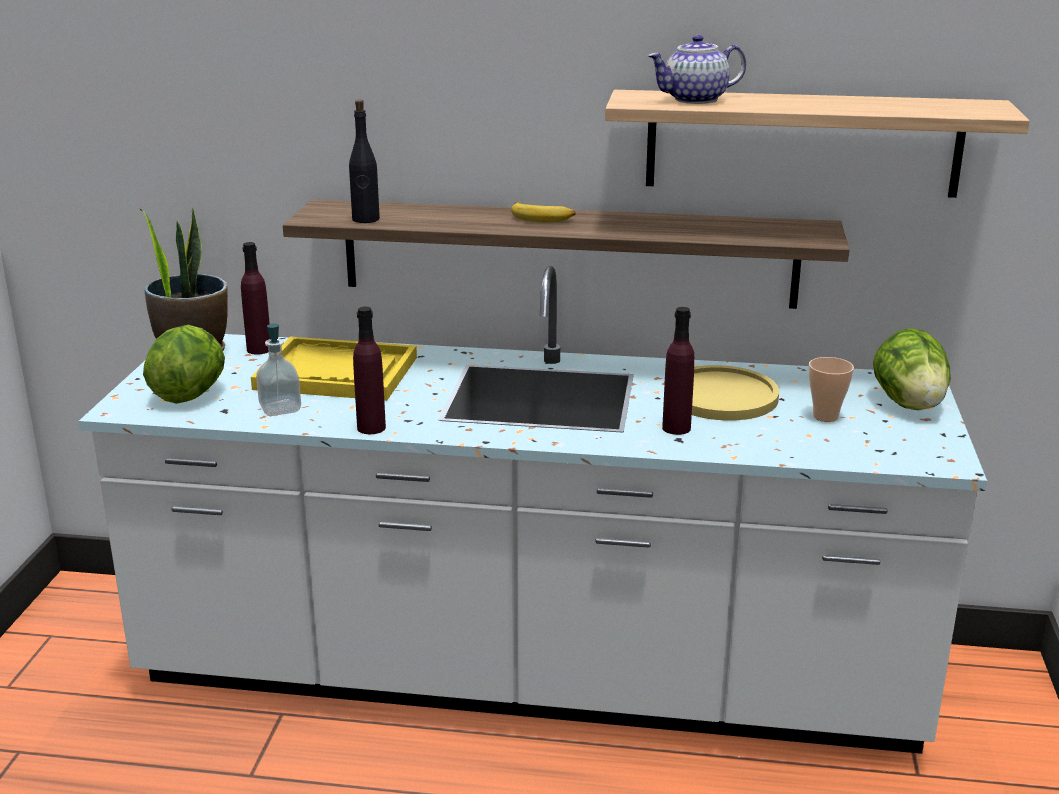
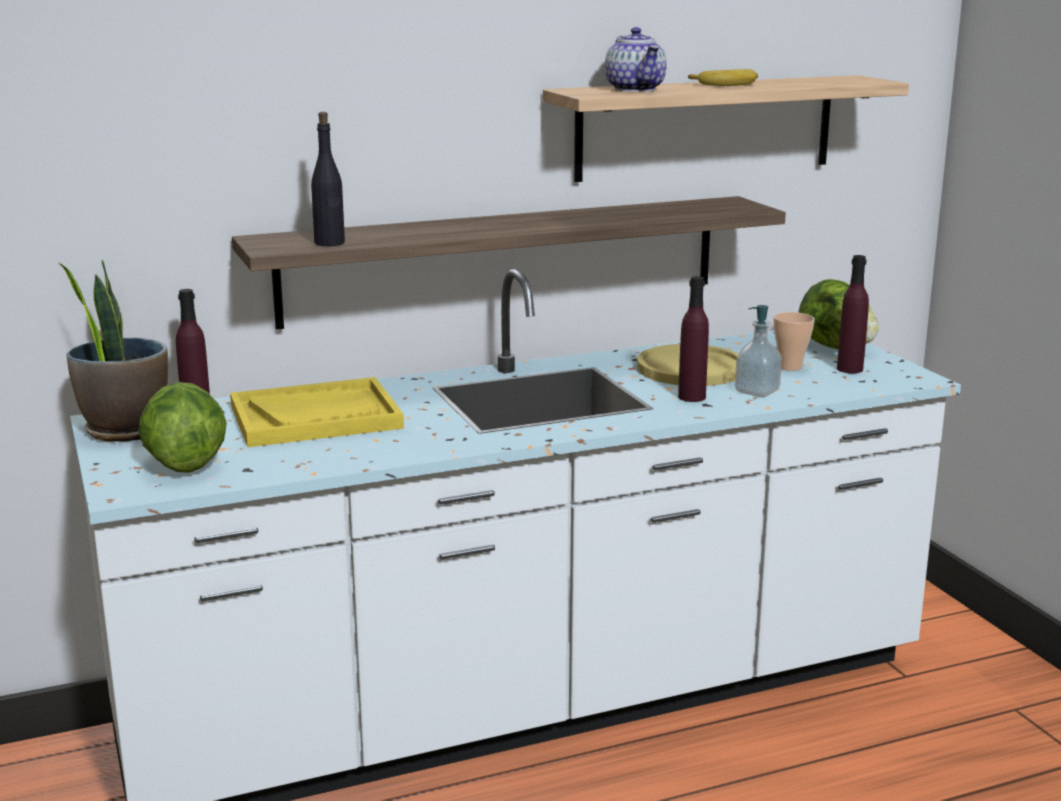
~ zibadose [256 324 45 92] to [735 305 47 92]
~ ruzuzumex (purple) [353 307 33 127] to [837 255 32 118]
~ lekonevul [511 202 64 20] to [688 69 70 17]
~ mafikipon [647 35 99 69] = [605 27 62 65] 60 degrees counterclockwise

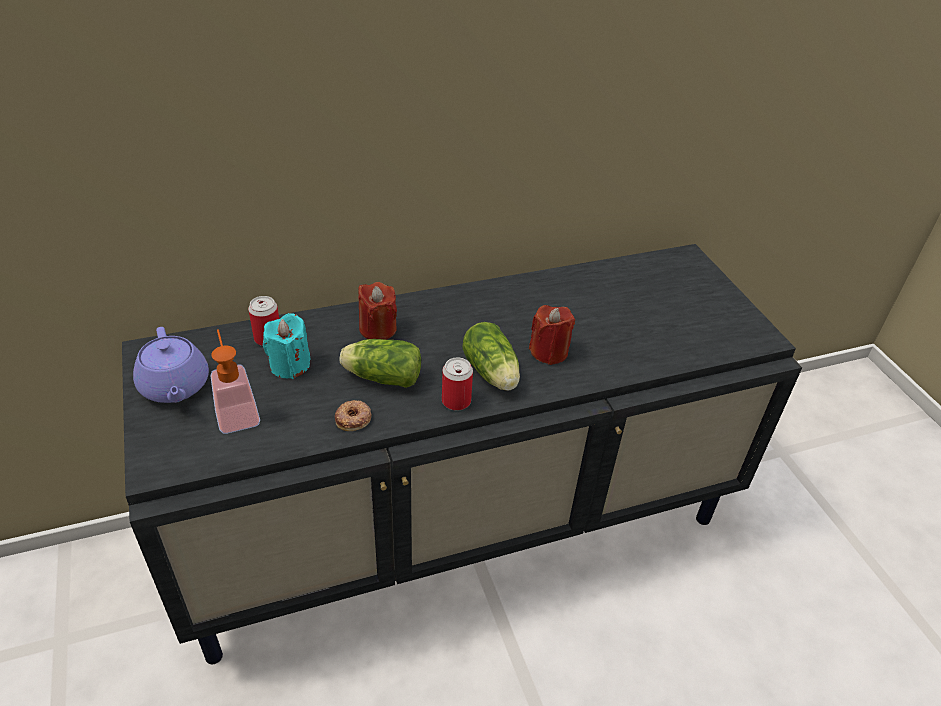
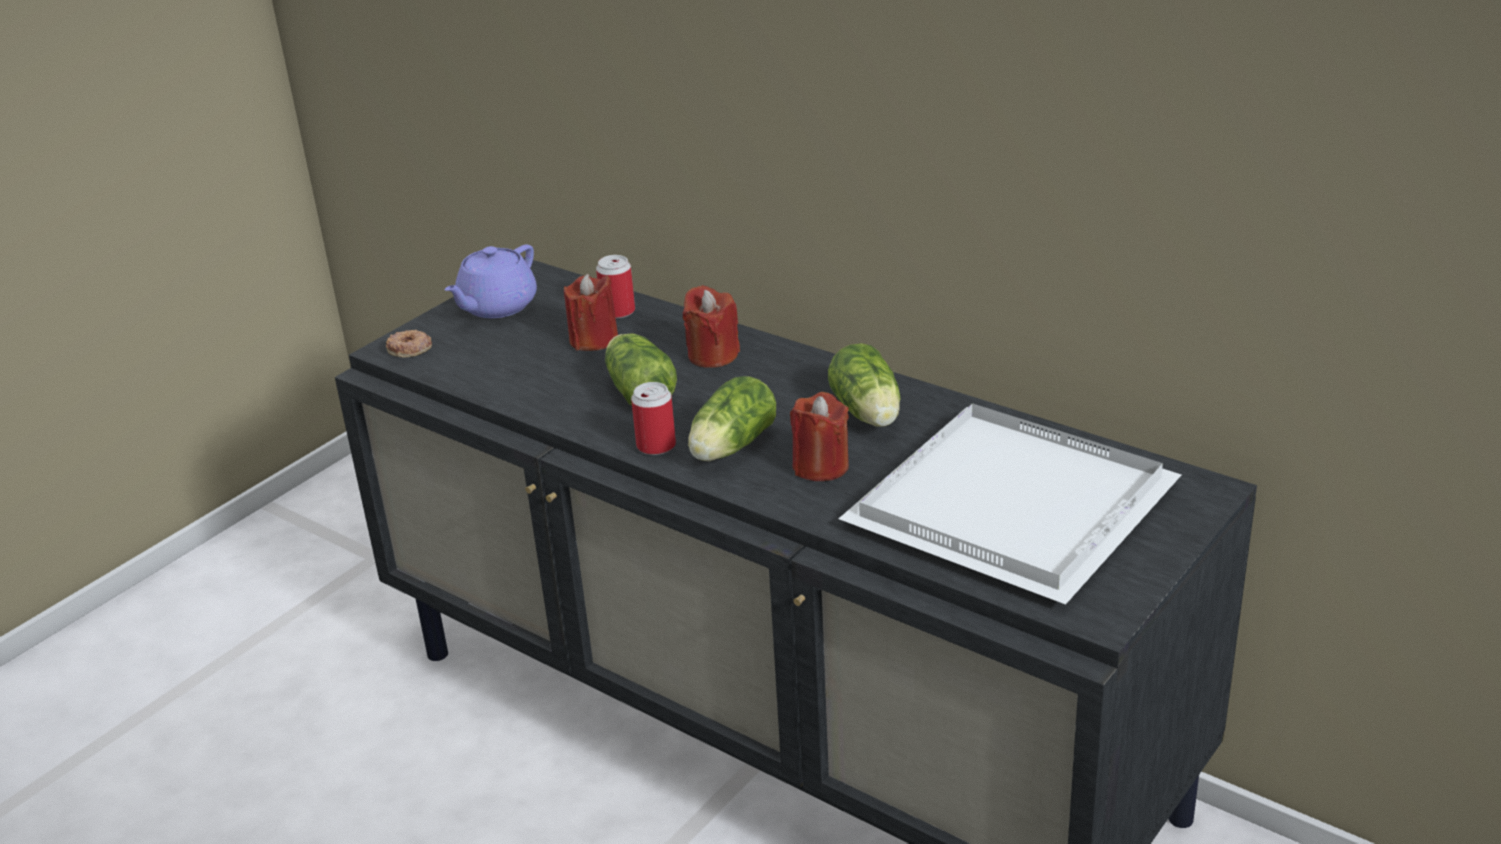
- zibadose [211 329 49 105]
+ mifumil [828 343 73 84]
+ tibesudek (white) [839 403 343 202]
~ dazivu [335 400 36 31] to [386 330 46 27]
~ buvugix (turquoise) [263 313 48 66] to buvugix (red) [564 273 54 78]

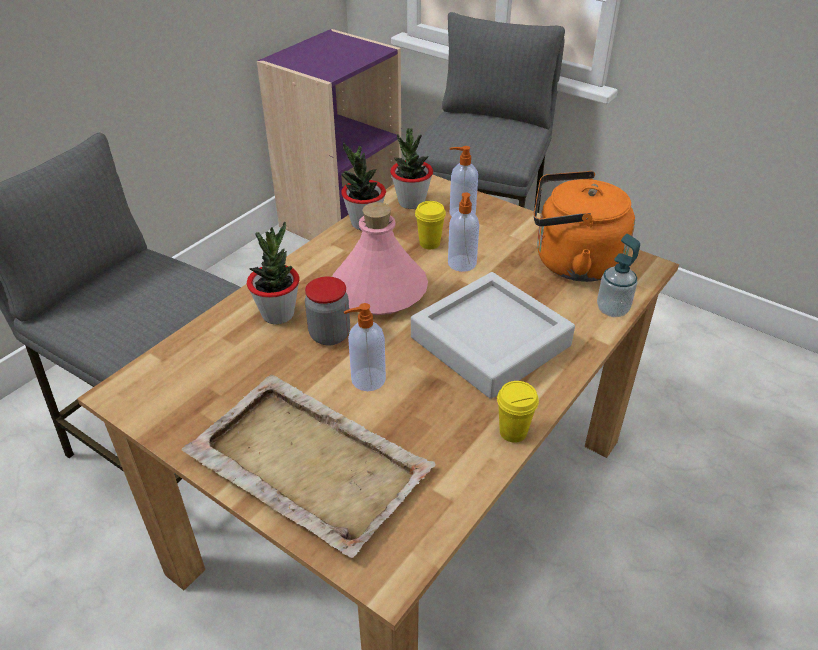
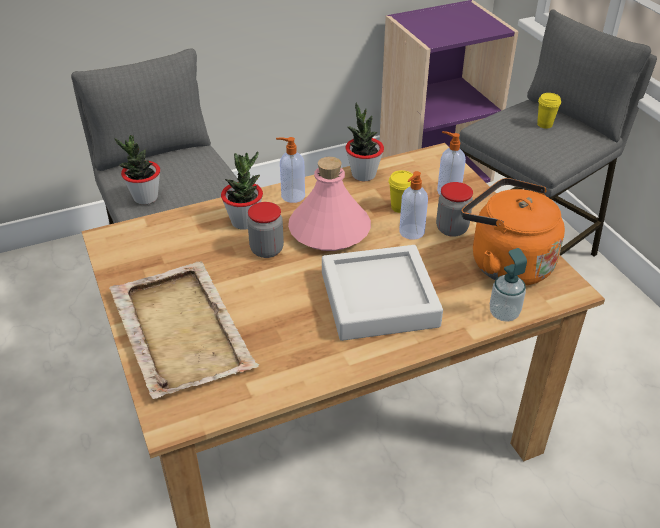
+ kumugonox [436 182 37 55]
~ zibadose [344 303 42 88] to [276 137 29 66]
~ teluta [390 128 43 81] to [115 135 45 70]
~ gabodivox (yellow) [497 381 42 62] to [537 93 24 36]

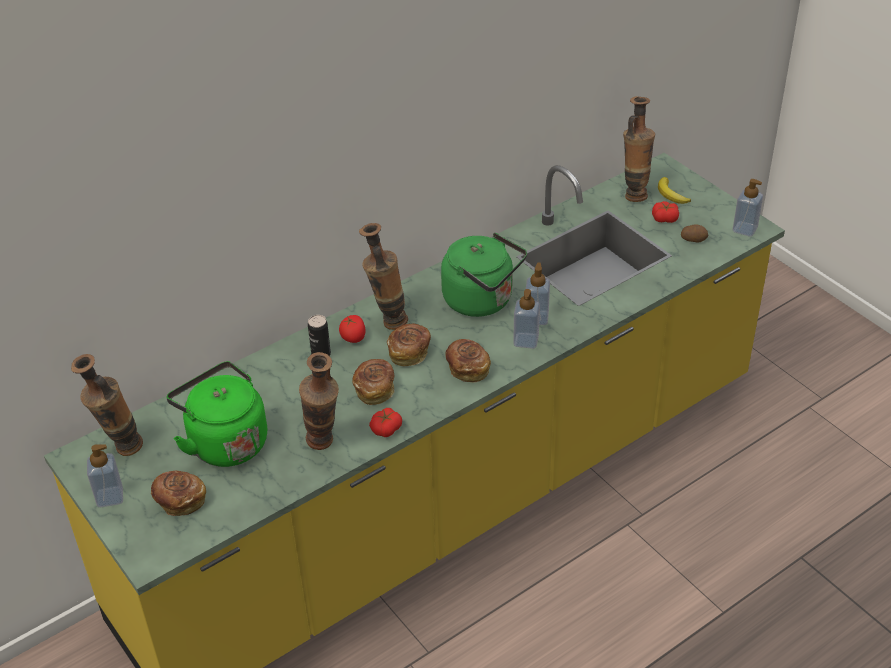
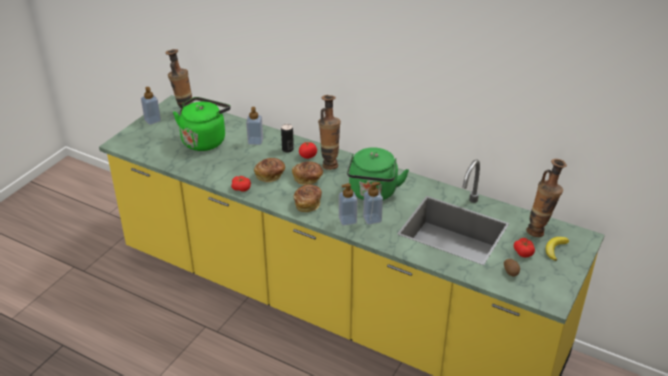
- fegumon [151 471 55 45]
- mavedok [299 352 40 98]
~ zibadose [733 179 30 58] to [246 107 17 38]

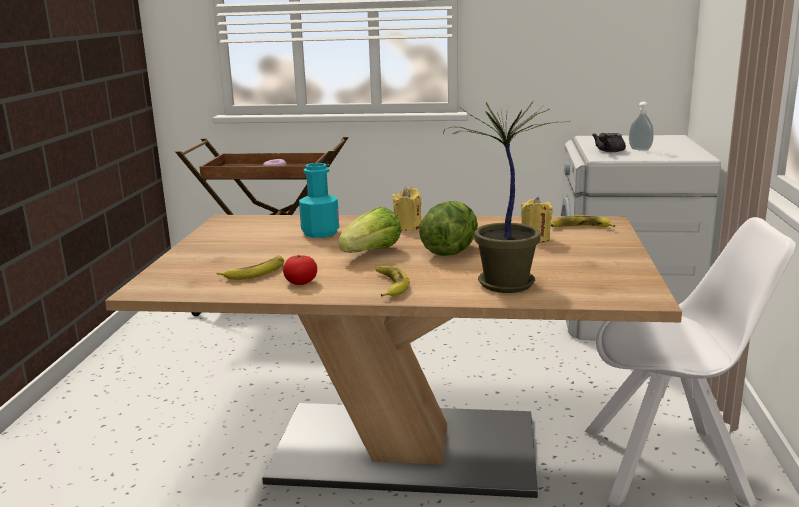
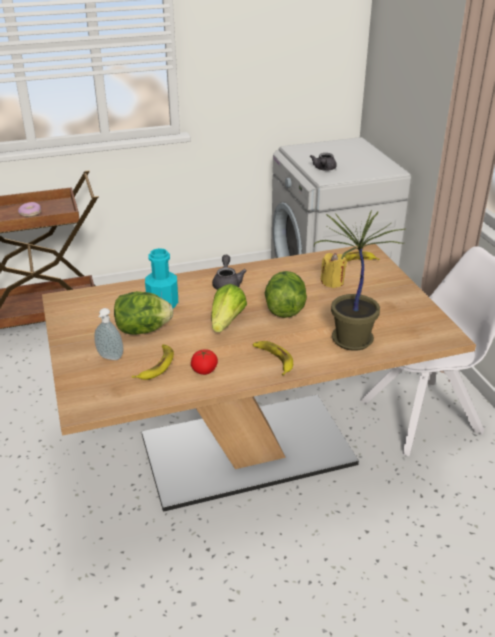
+ mifumil [114 291 59 44]
~ zibadose [629 102 25 49] to [94 308 30 52]
~ buvugix (yellow) [393 187 28 44] to mafikipon (grey) [212 255 35 35]

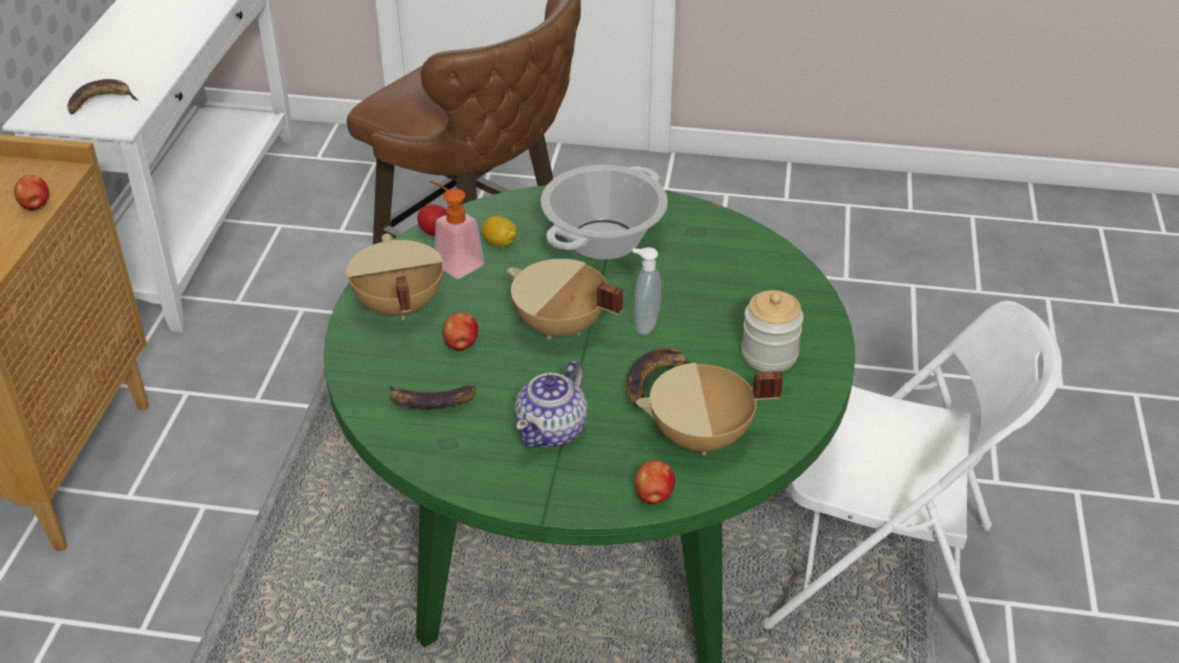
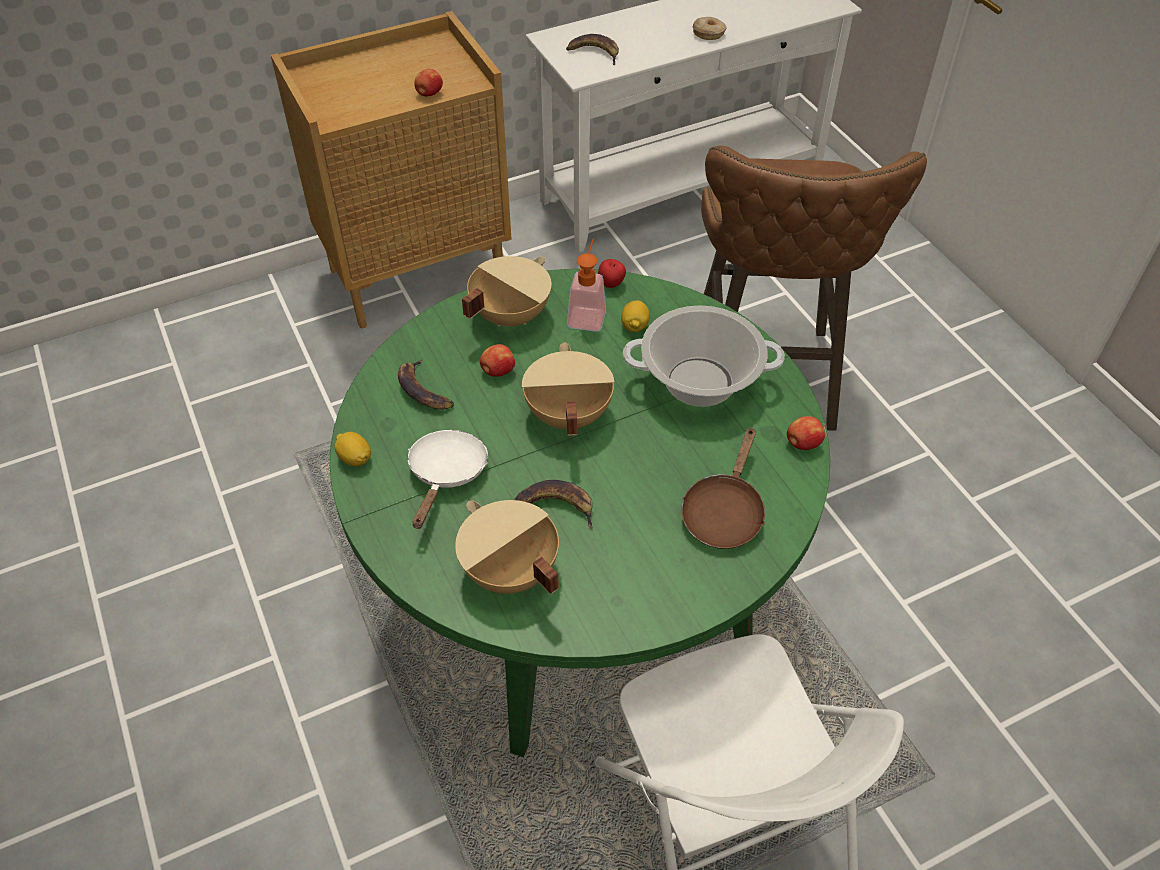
- zibadose [632 247 29 88]
- kumugonox [741 290 63 82]
+ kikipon [334 432 37 34]
+ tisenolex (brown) [681 427 84 122]
+ dazivu [693 17 34 23]
~ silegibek [635 460 40 44] to [787 416 38 34]
~ mafikipon [514 361 74 87] to tisenolex (white) [408 430 80 99]

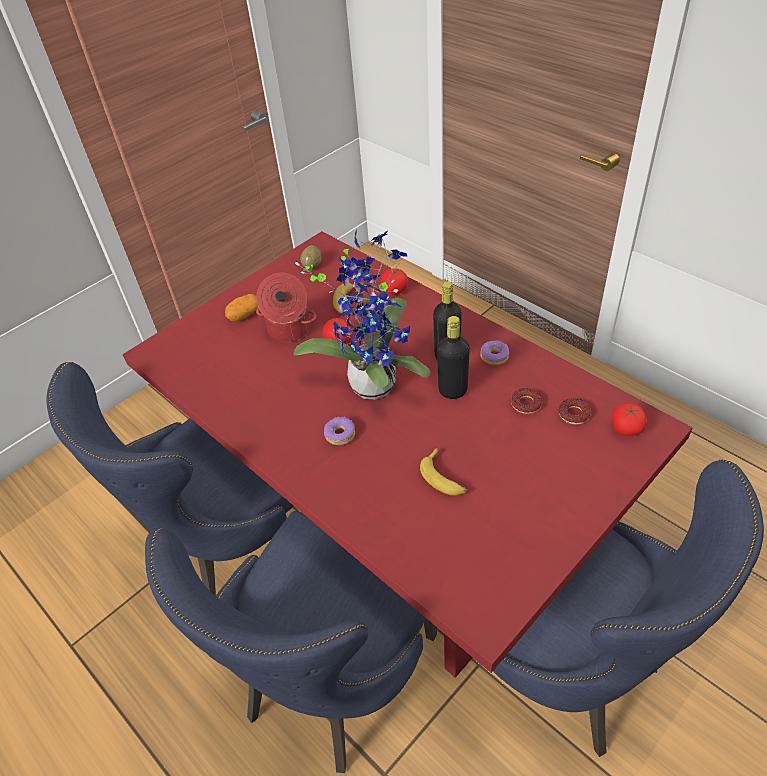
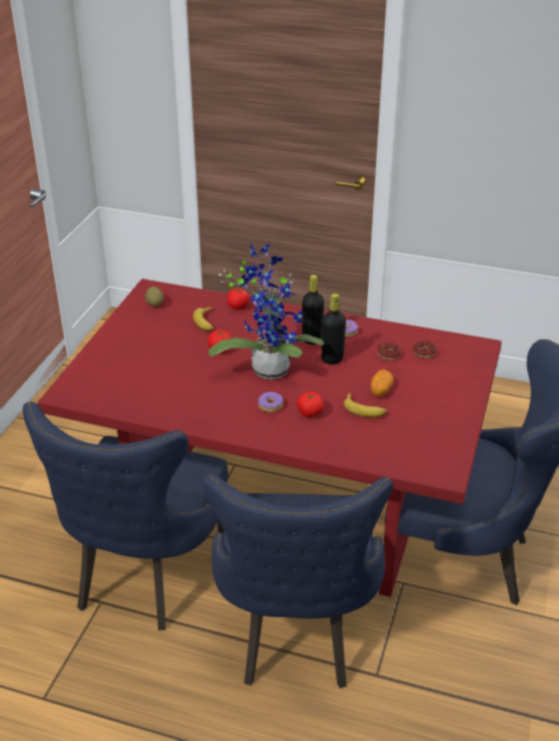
- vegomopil [256 273 61 69]
~ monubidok [225 294 33 27] to [371 369 22 27]
~ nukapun [612 403 34 33] to [297 392 27 25]

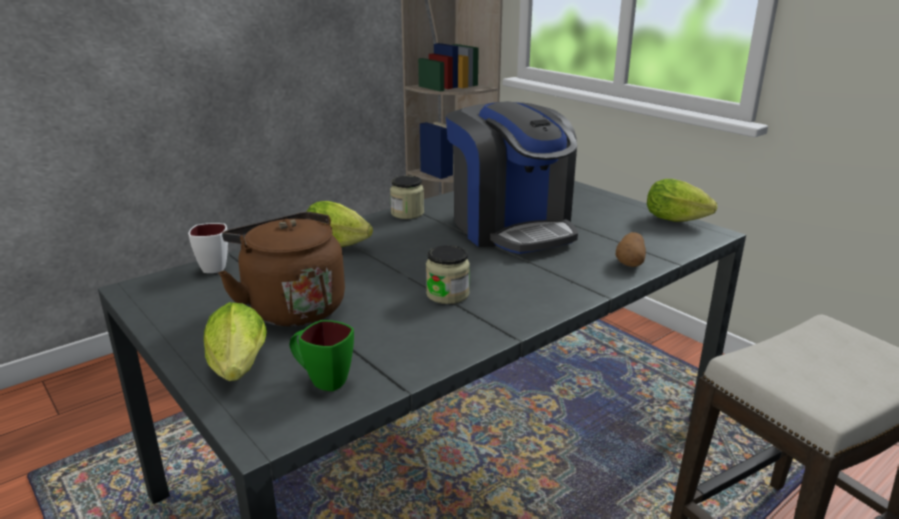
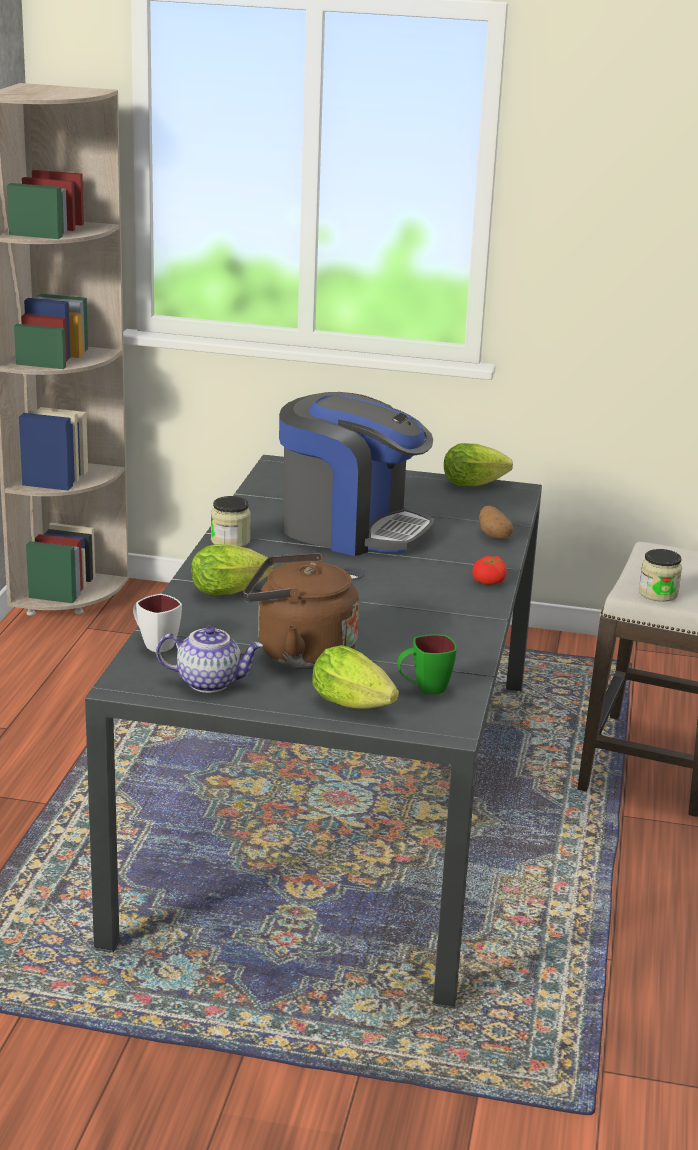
+ mafikipon [156 626 107 67]
+ nukapun [472 556 35 29]
~ kumugonox [426 245 44 59] to [639 549 43 53]

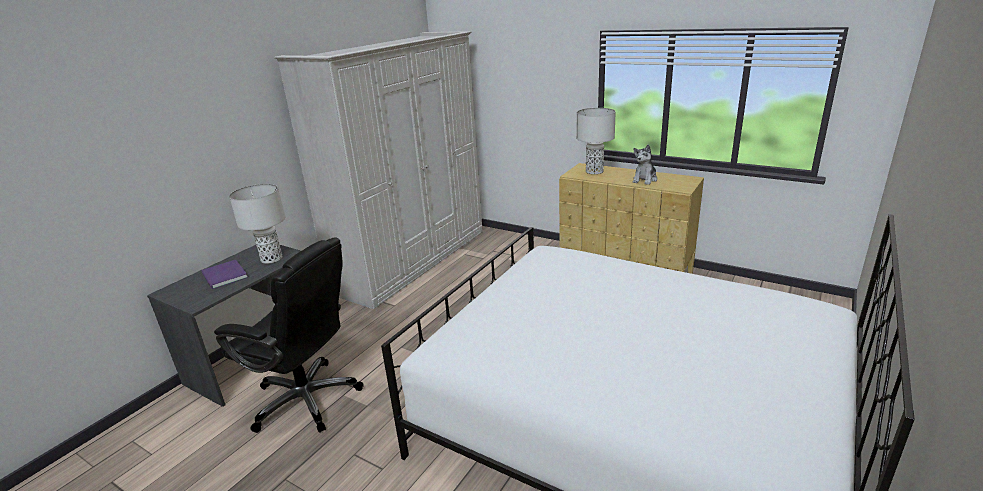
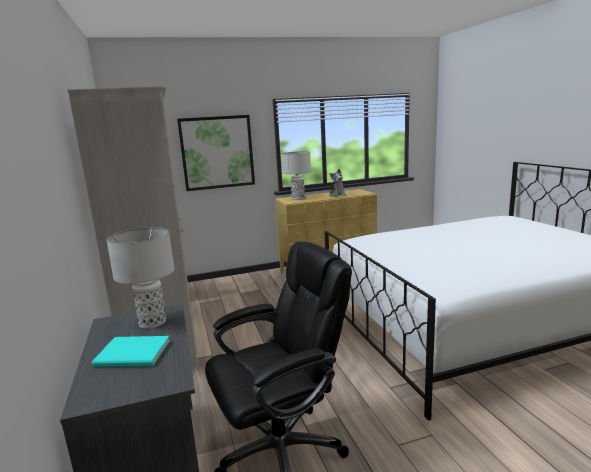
+ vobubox [177 115 78 76]
~ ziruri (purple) [202 260 46 29] to ziruri (turquoise) [92 336 78 31]

